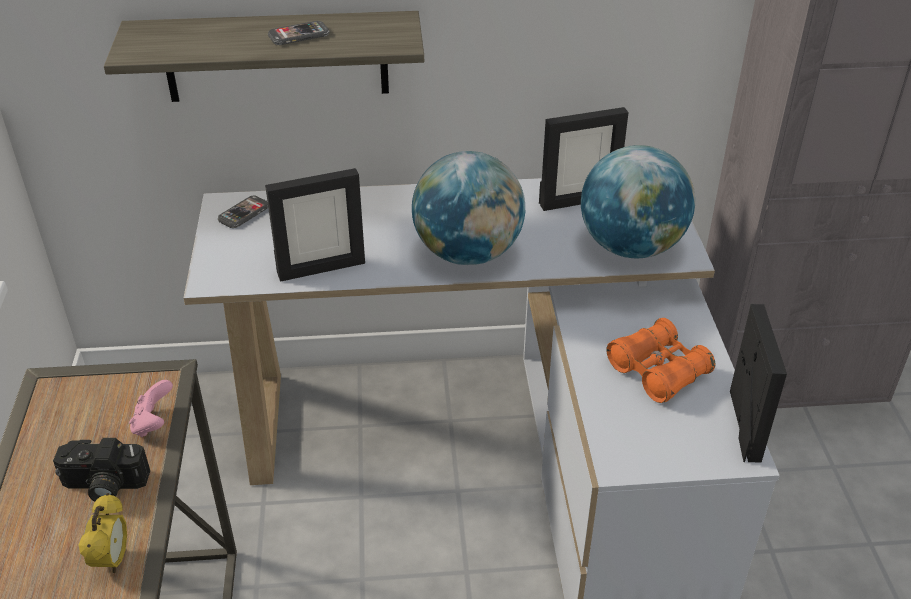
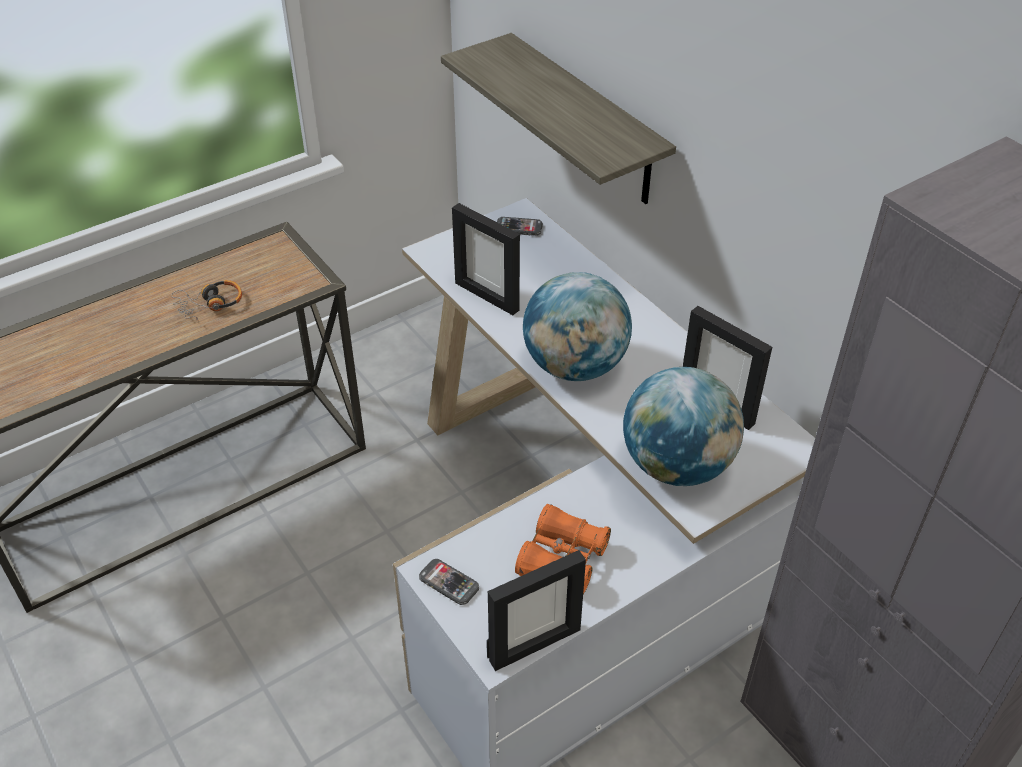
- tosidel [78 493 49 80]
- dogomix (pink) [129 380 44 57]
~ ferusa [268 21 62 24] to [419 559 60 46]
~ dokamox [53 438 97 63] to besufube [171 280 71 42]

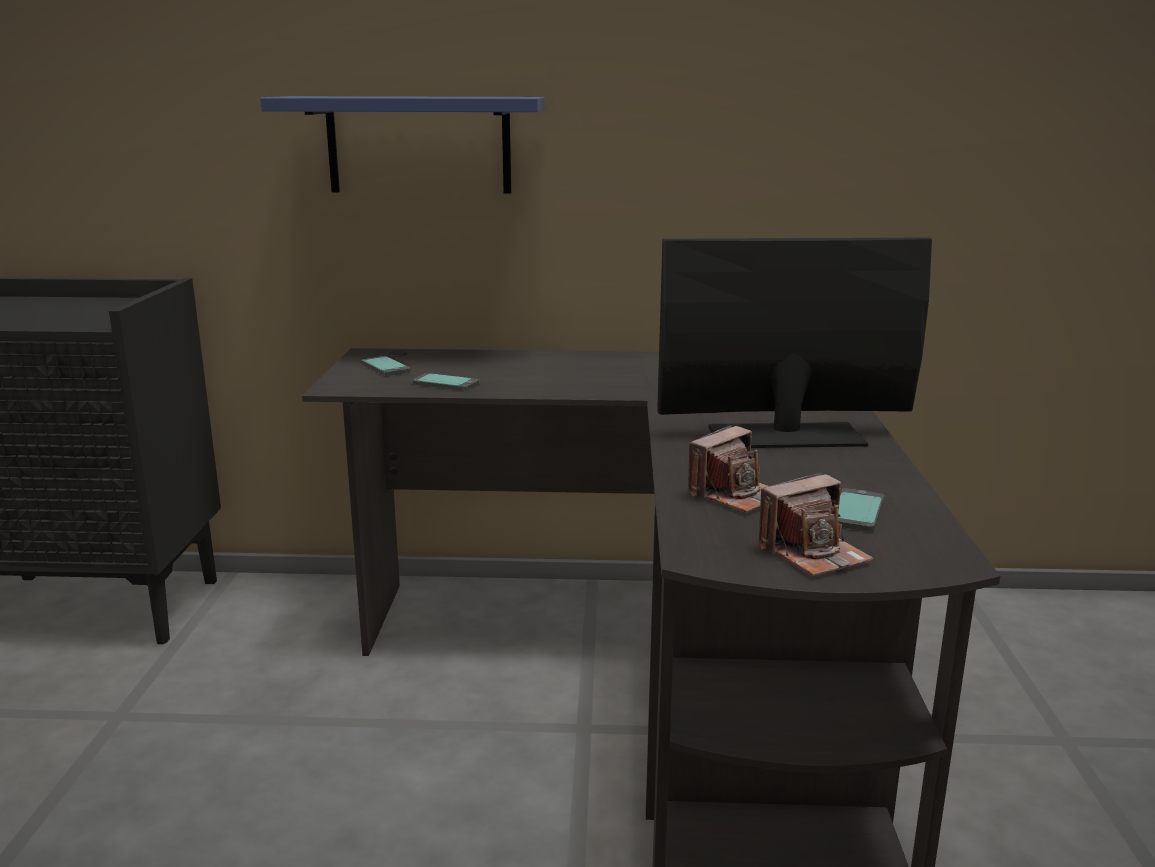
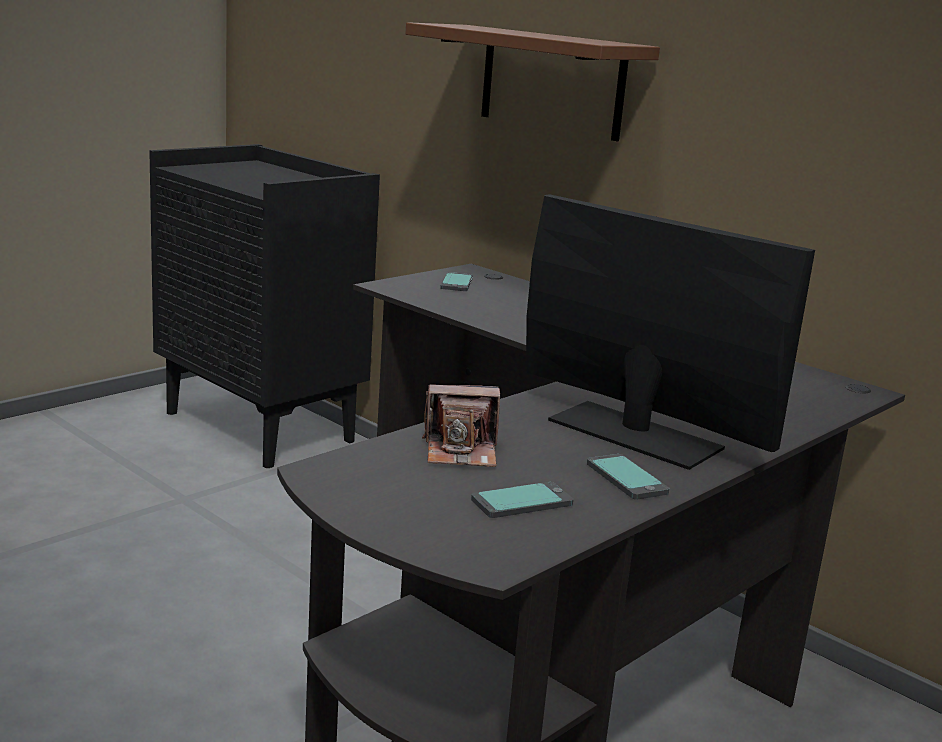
- dokamox [758 473 116 103]
~ ferusa [412 373 67 18] to [587 454 82 46]
~ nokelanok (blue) [260 96 285 97] to nokelanok (brown) [405 22 255 119]

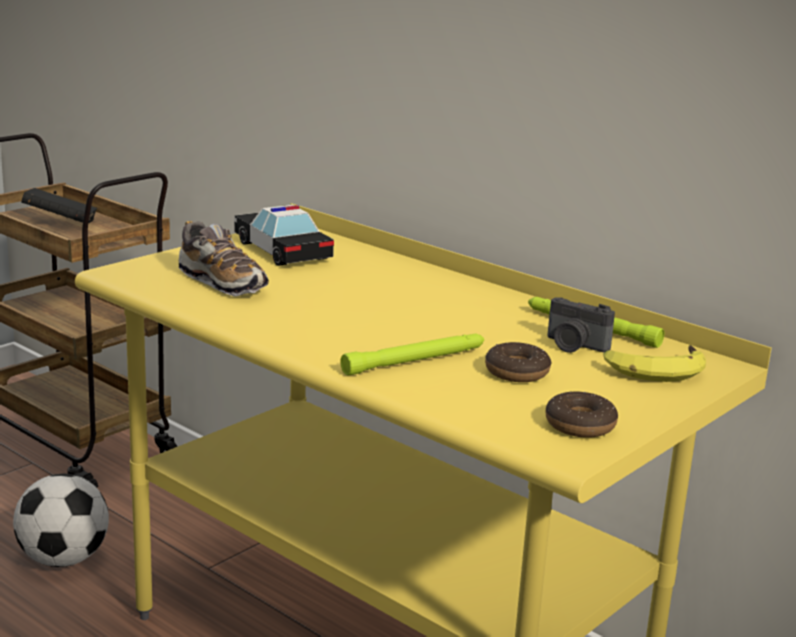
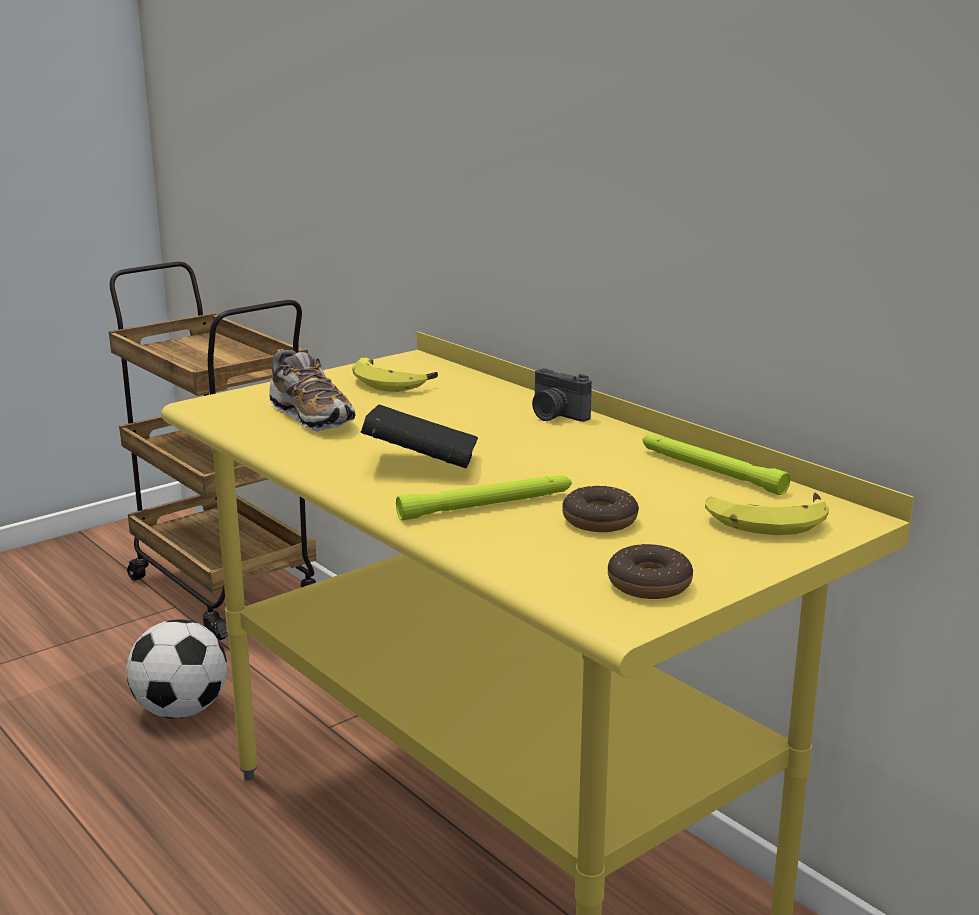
~ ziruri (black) [21 188 76 36] to [361 404 117 64]
~ dokamox [548 297 67 56] to [532 368 60 54]
~ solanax [234 205 100 61] to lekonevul [352 357 86 35]

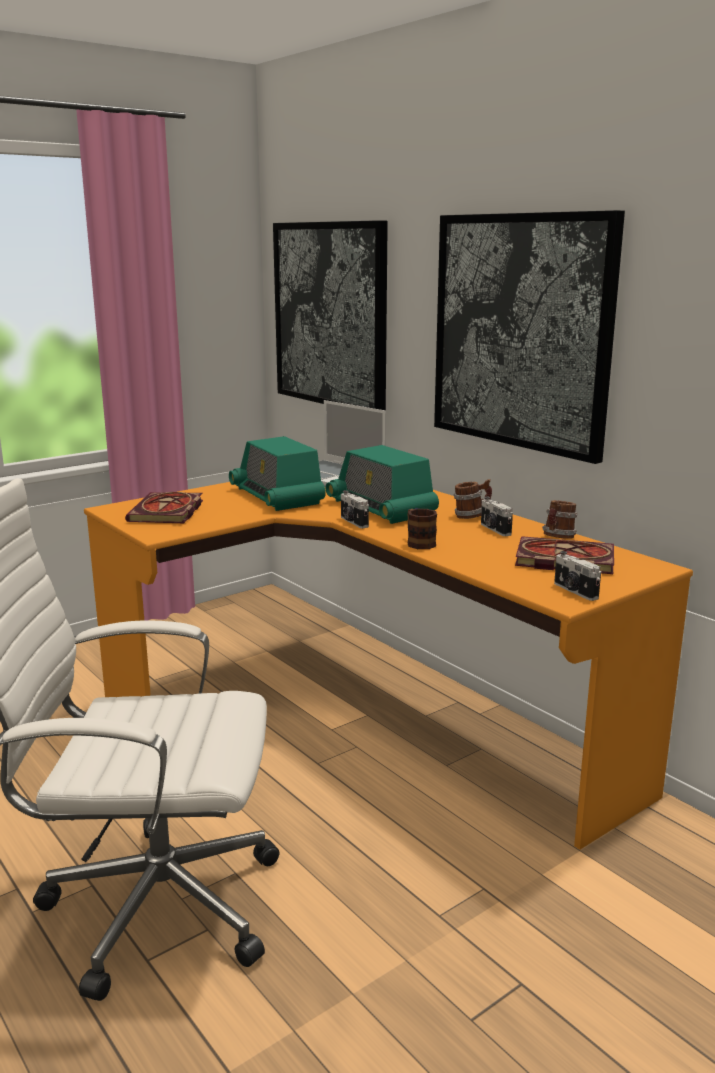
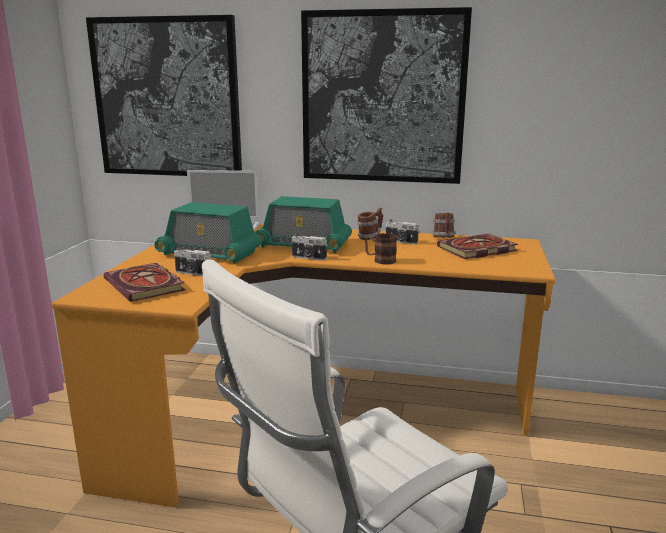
~ dokamox [554 551 47 50] to [174 247 37 29]

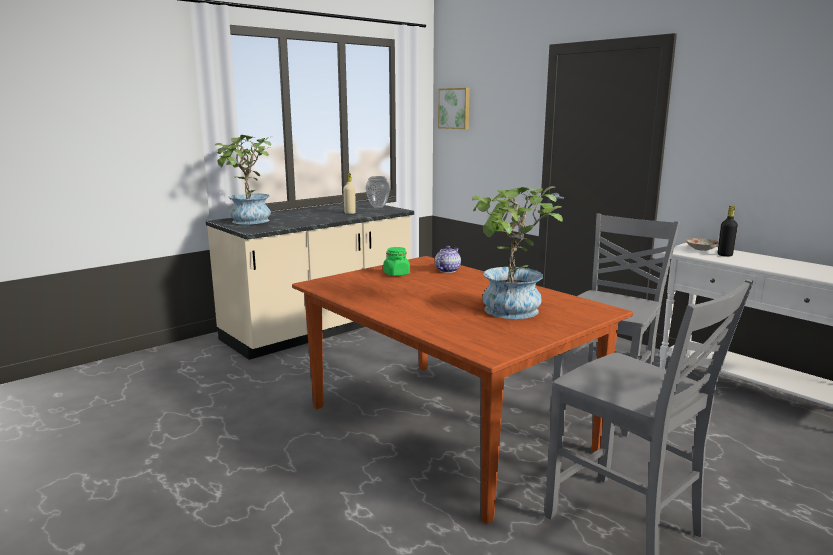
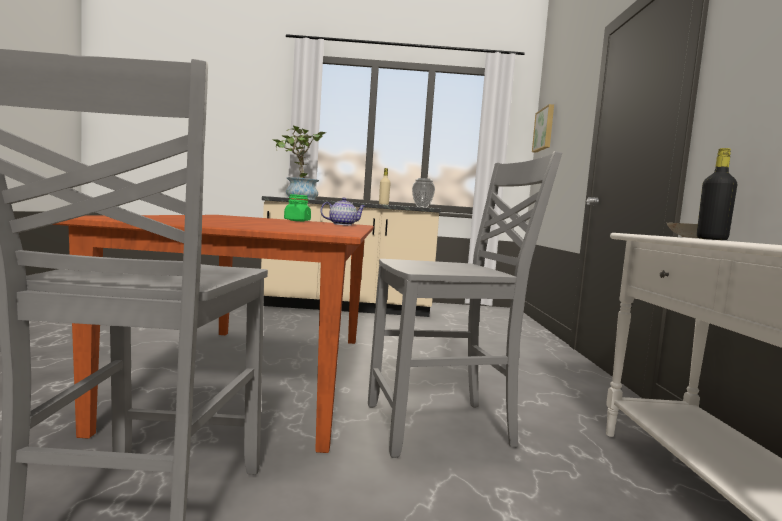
- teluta [472 186 91 133]

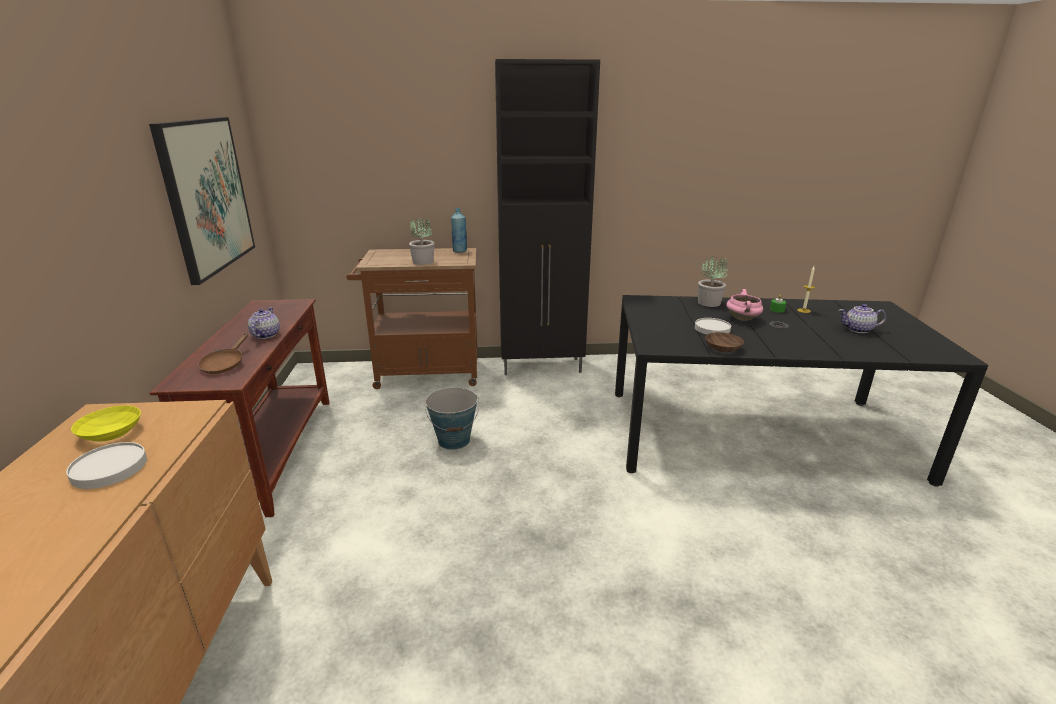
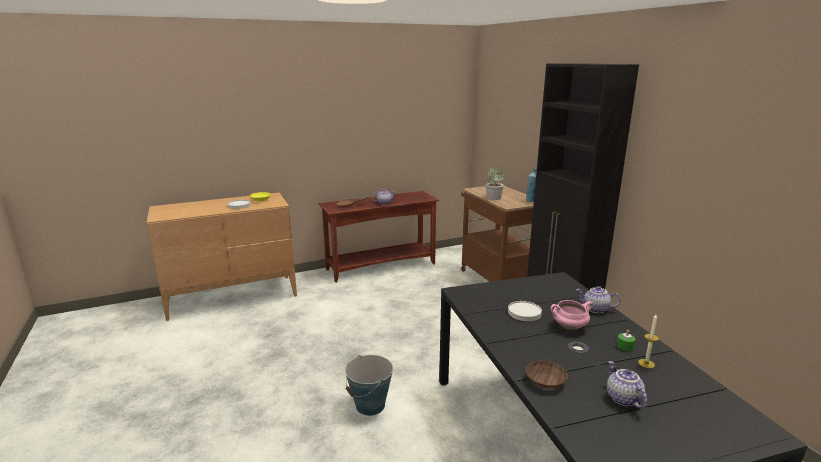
- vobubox [149 117 106 168]
~ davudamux [425 387 54 63] to [345 355 48 61]
~ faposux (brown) [705 332 39 20] to [526 361 42 28]
~ teluta [698 256 30 51] to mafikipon [576 286 45 27]

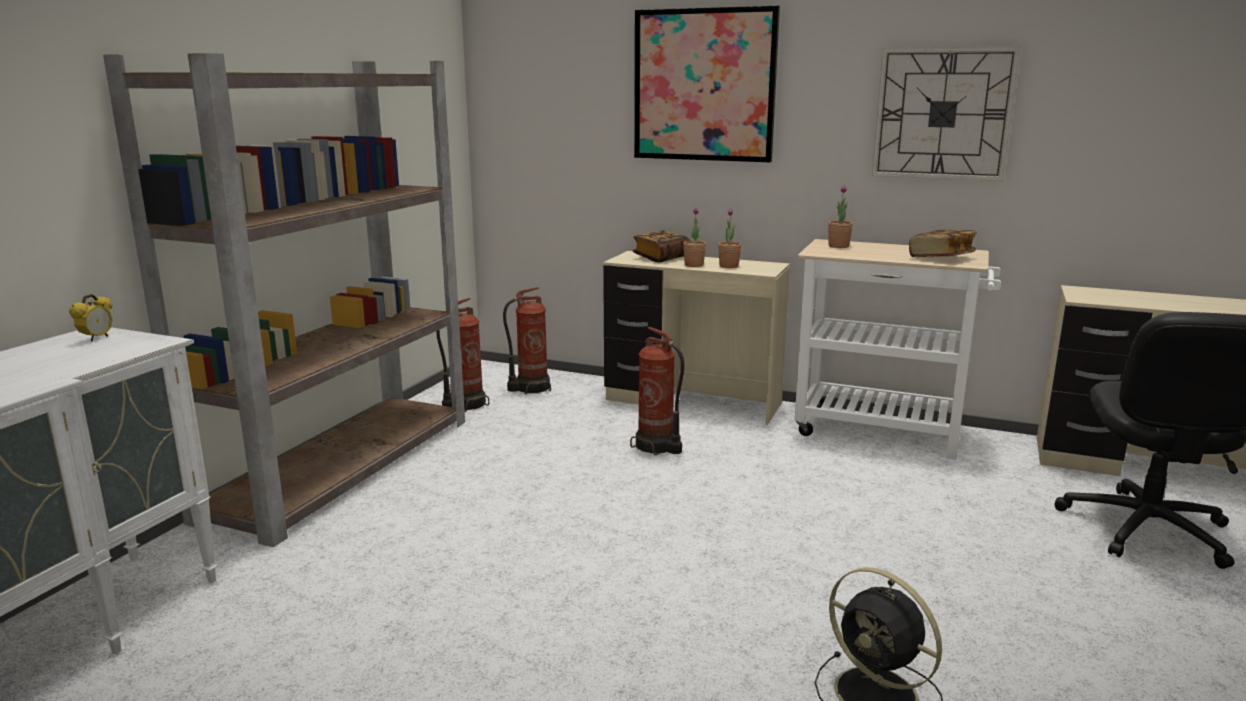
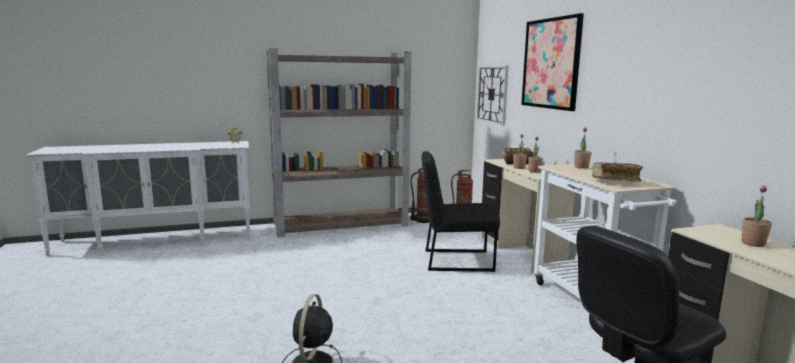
+ teluta [741 185 31 62]
~ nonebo [872 47 148 134] to [476 66 32 60]
~ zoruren [630 327 54 128] to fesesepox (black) [421 151 79 121]

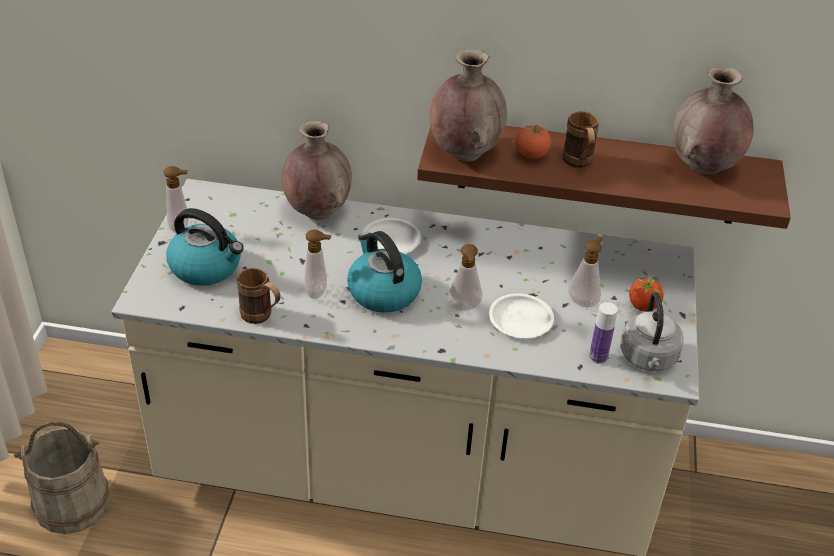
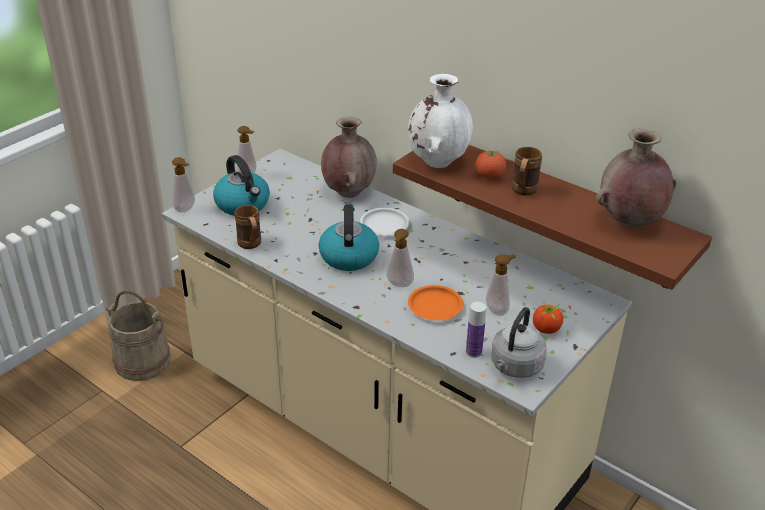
~ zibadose [304 230 28 69] to [172 157 23 56]
~ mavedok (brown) [429 49 78 113] to mavedok (white) [408 74 65 94]
~ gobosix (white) [489 293 65 45] to gobosix (orange) [408 285 55 35]

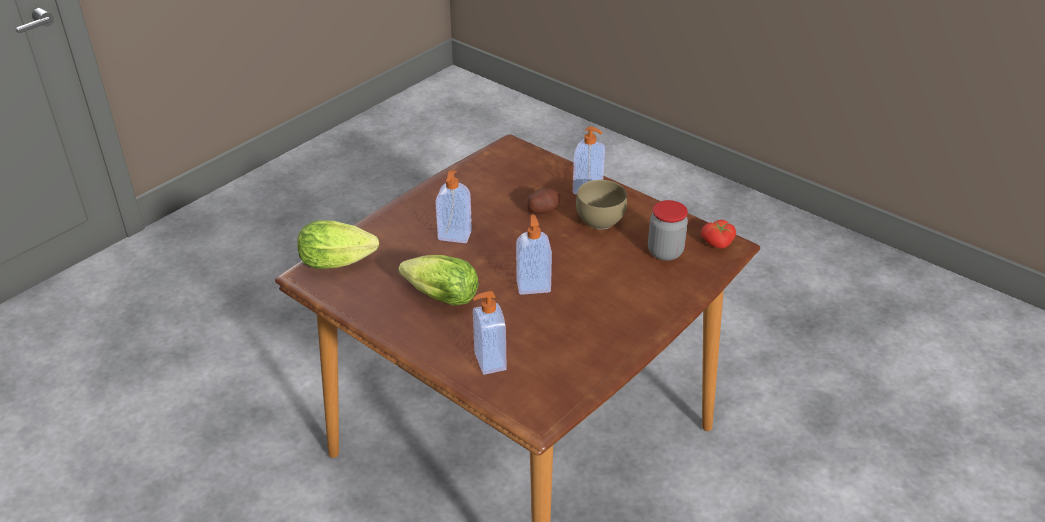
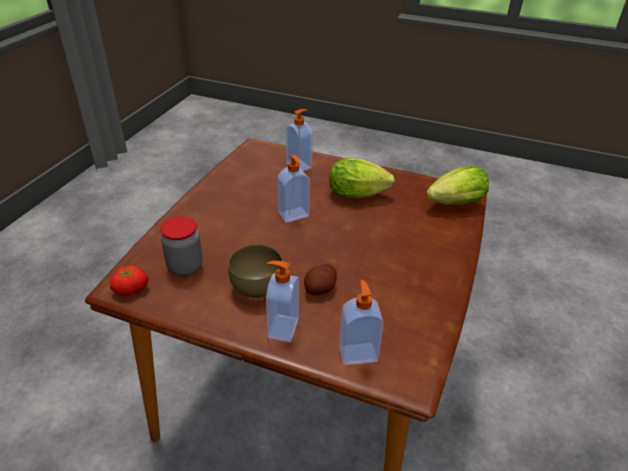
~ zibadose [435 170 37 73] to [339 280 45 85]

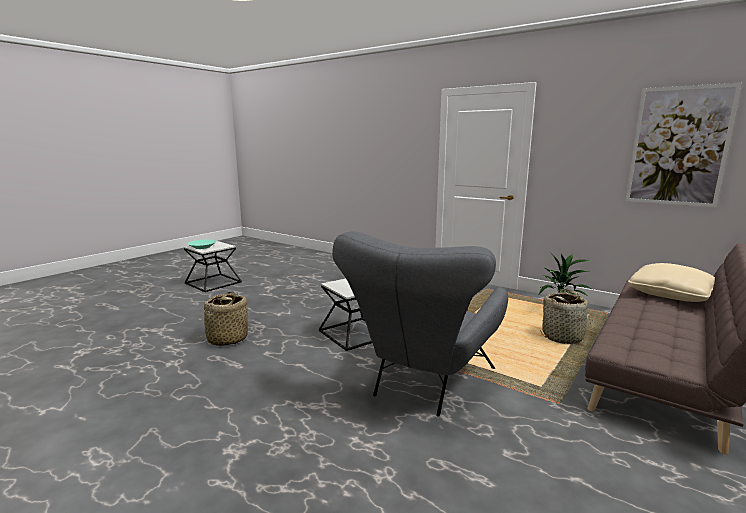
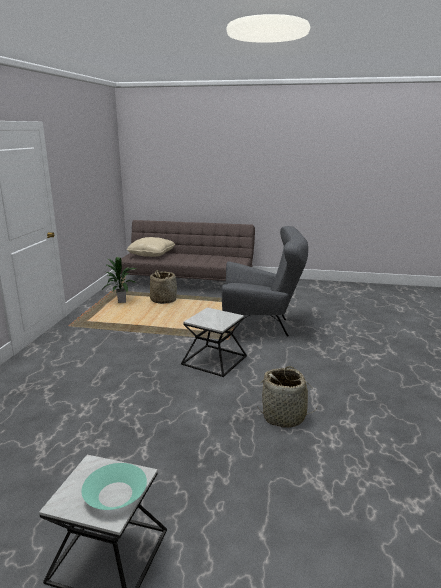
- vobubox [626 83 116 124]

